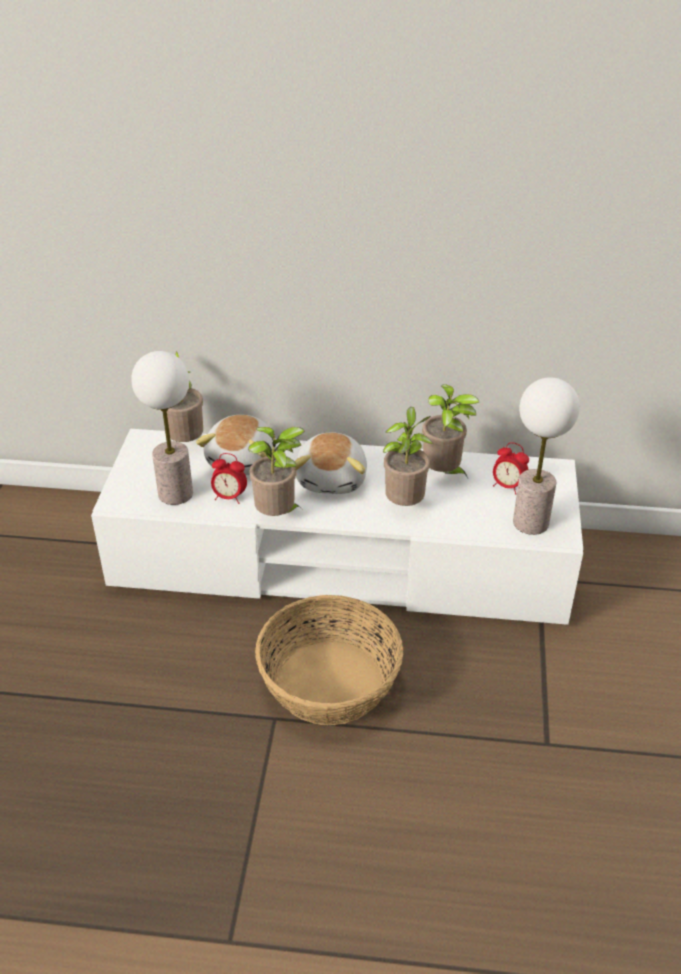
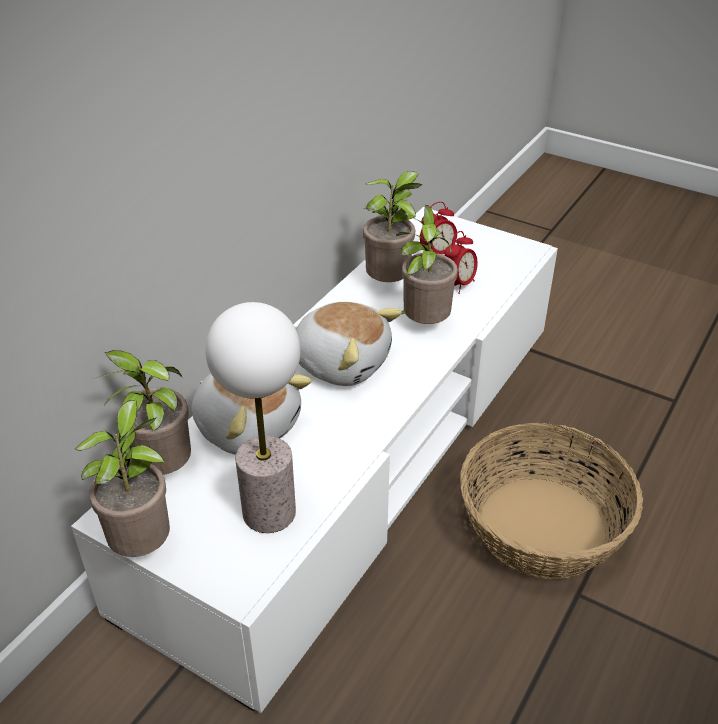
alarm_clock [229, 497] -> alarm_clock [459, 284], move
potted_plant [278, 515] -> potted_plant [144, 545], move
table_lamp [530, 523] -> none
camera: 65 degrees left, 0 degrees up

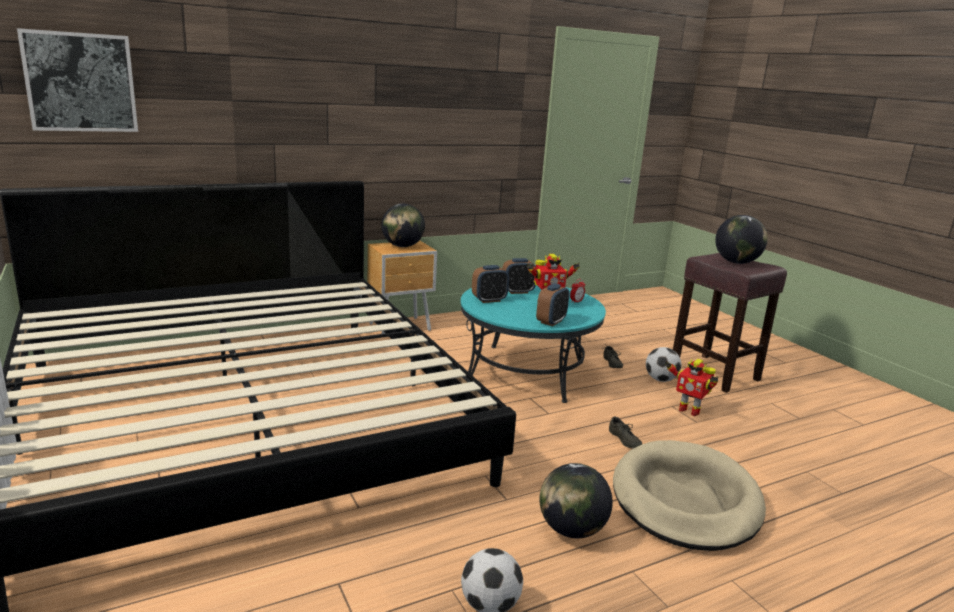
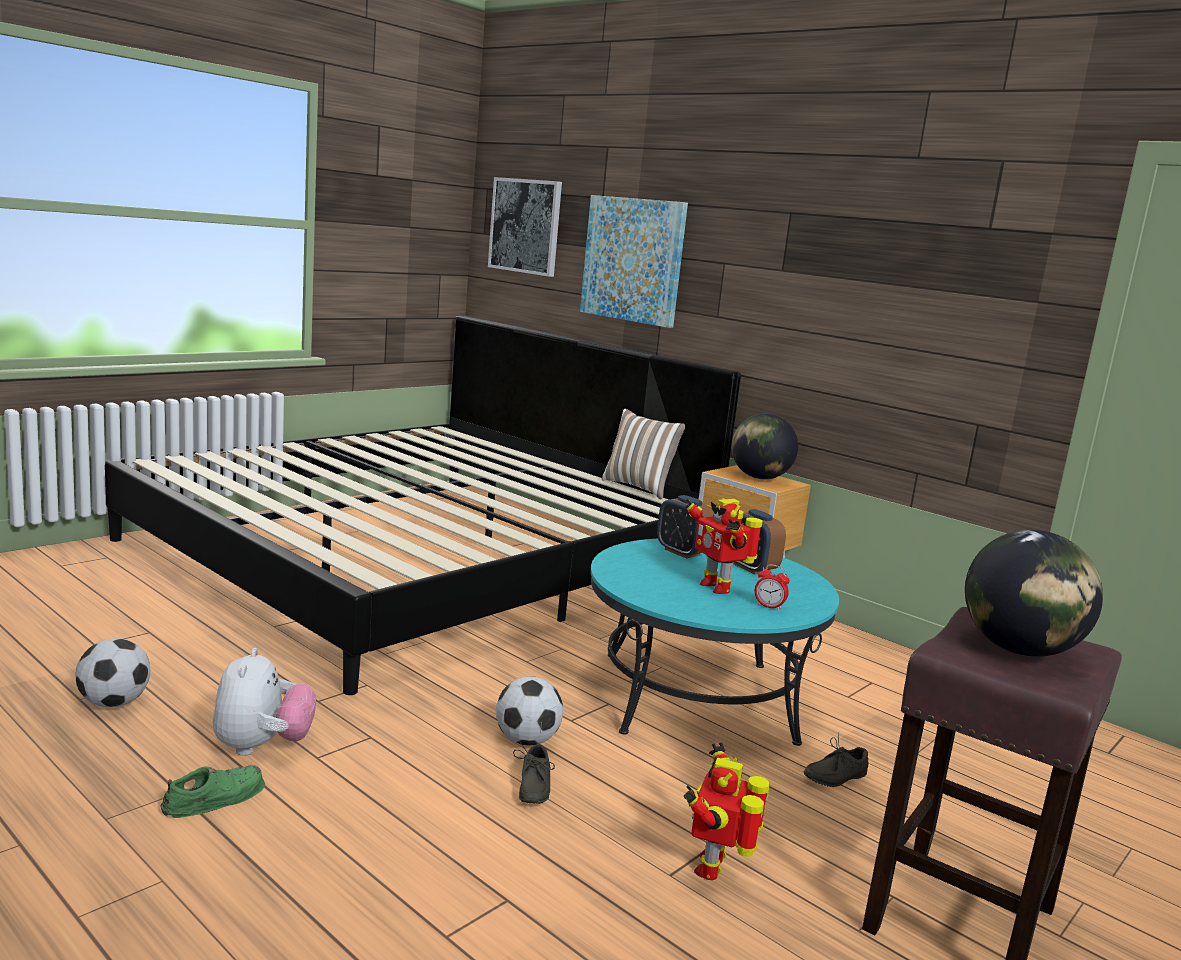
alarm_clock [551, 321] -> none
globe [571, 530] -> plush_toy [262, 746]
grey_shoe [623, 440] -> grey_shoe [531, 787], 45 degrees counterclockwise
beige_dog_bed [685, 500] -> none
football [660, 379] -> football [526, 740], move
none -> green_shoe [215, 798]
none -> picture [633, 260]
none -> pillow [640, 487]
camera: 70 degrees right, 5 degrees down

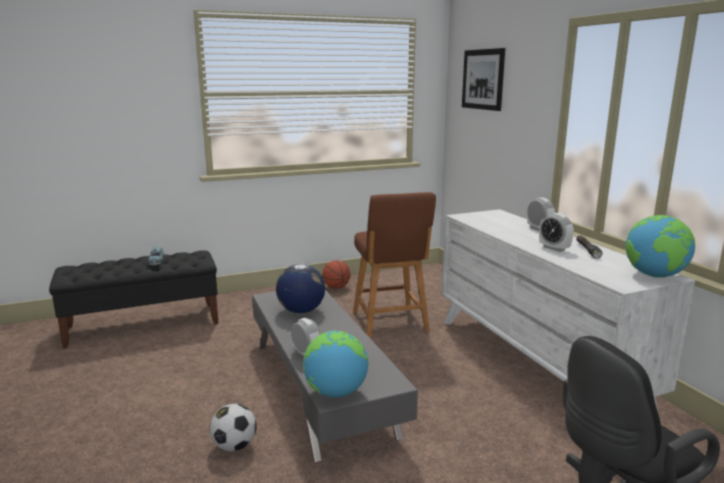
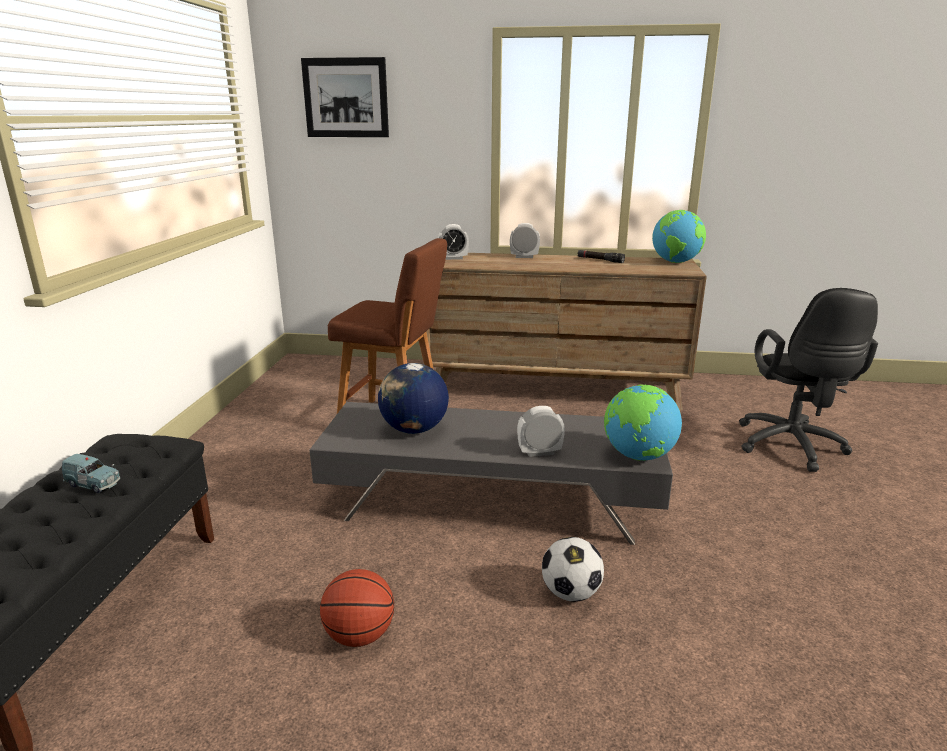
basketball [336, 287] -> basketball [359, 636], move
white_dresser [535, 364] -> brown_dresser [555, 389]
alarm_clock [554, 248] -> alarm_clock [453, 258], move
camera: 60 degrees left, 5 degrees up

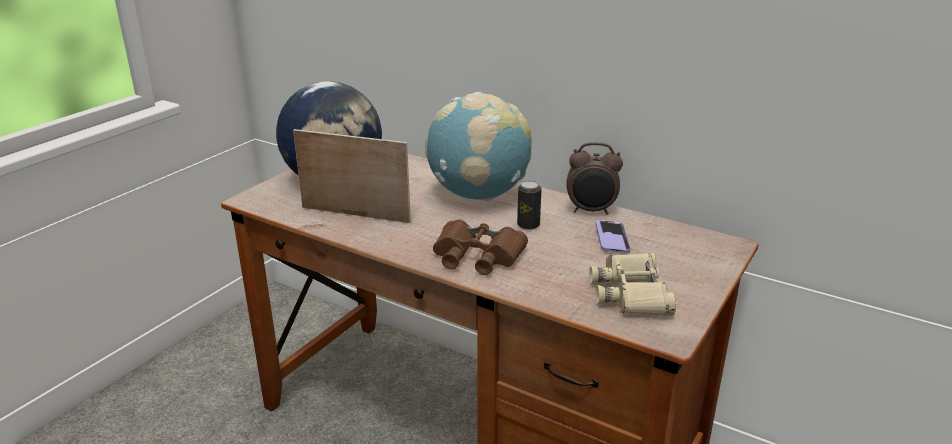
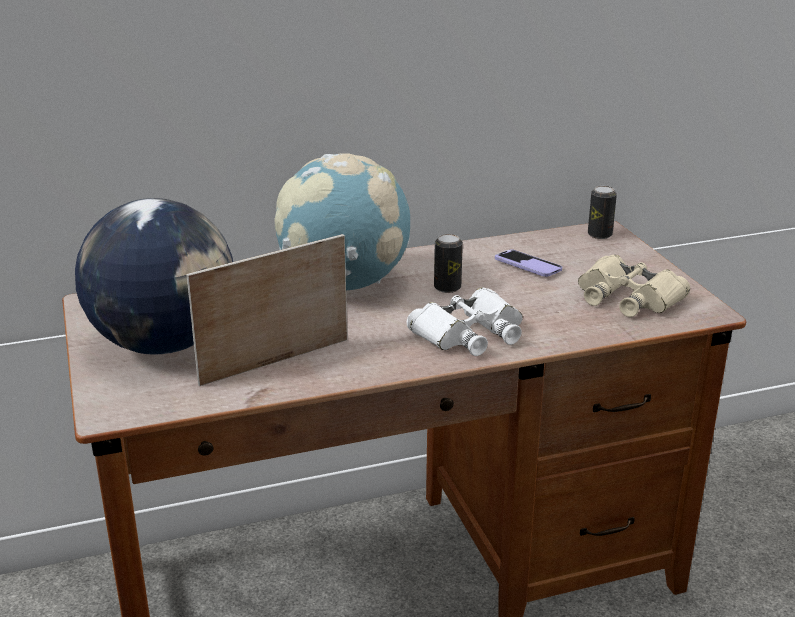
brown_binoculars [477, 255] -> white_binoculars [469, 333]
alarm_clock [591, 211] -> none
none -> can [599, 235]
camera: 50 degrees left, 0 degrees up

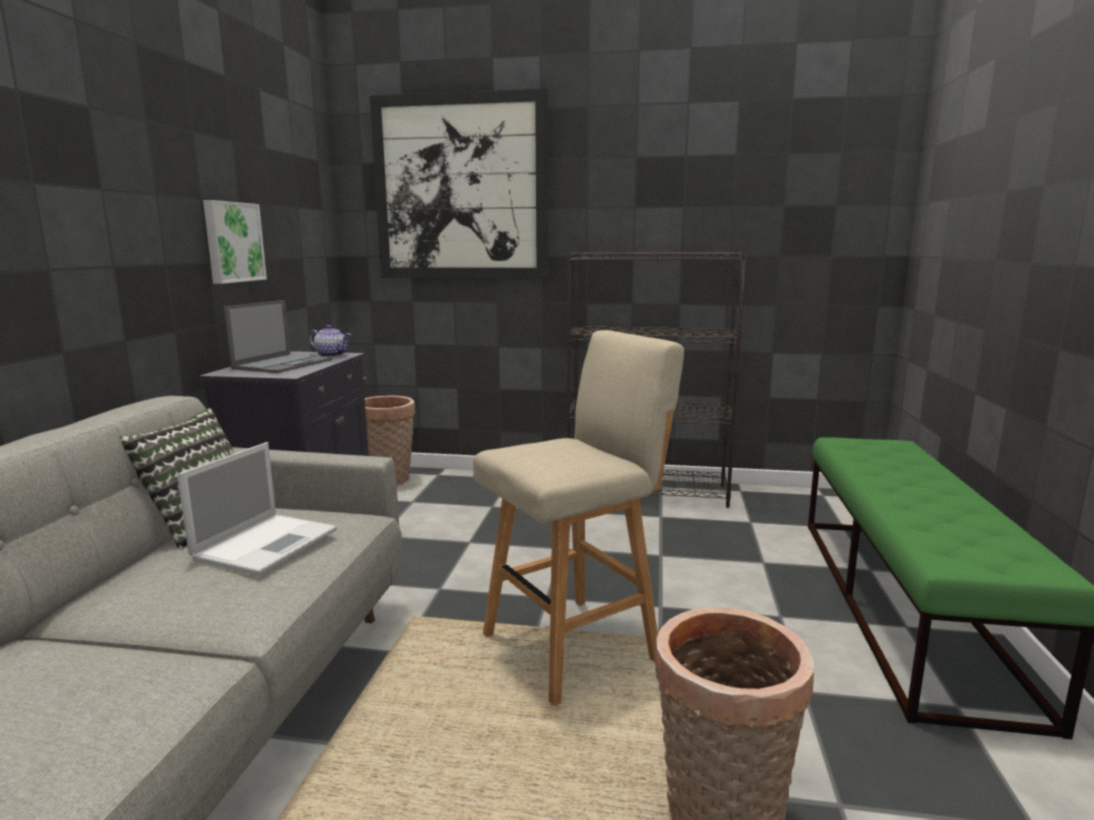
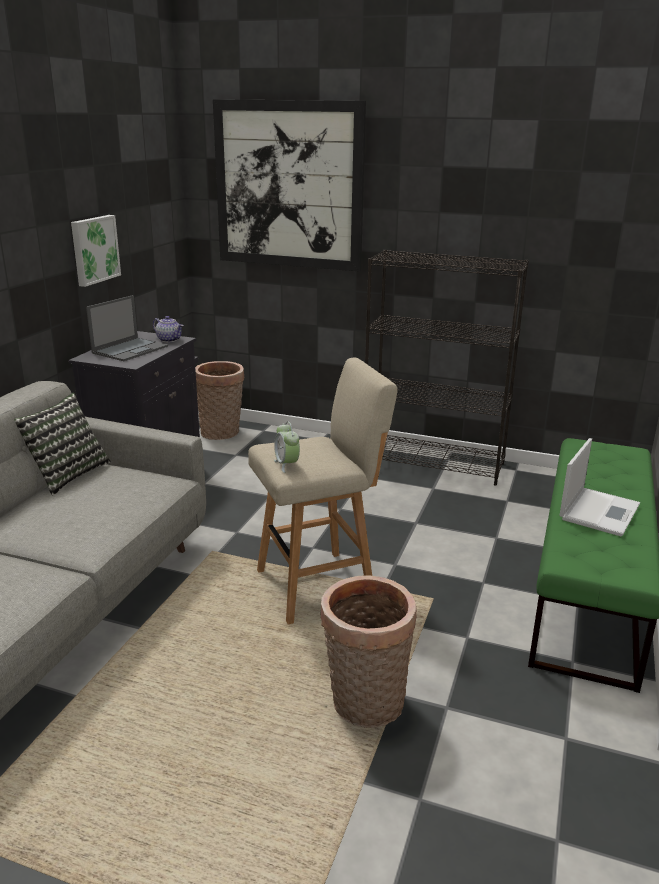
laptop [268, 543] -> laptop [599, 511], move
none -> alarm_clock [287, 465]
camera: 10 degrees right, 10 degrees up

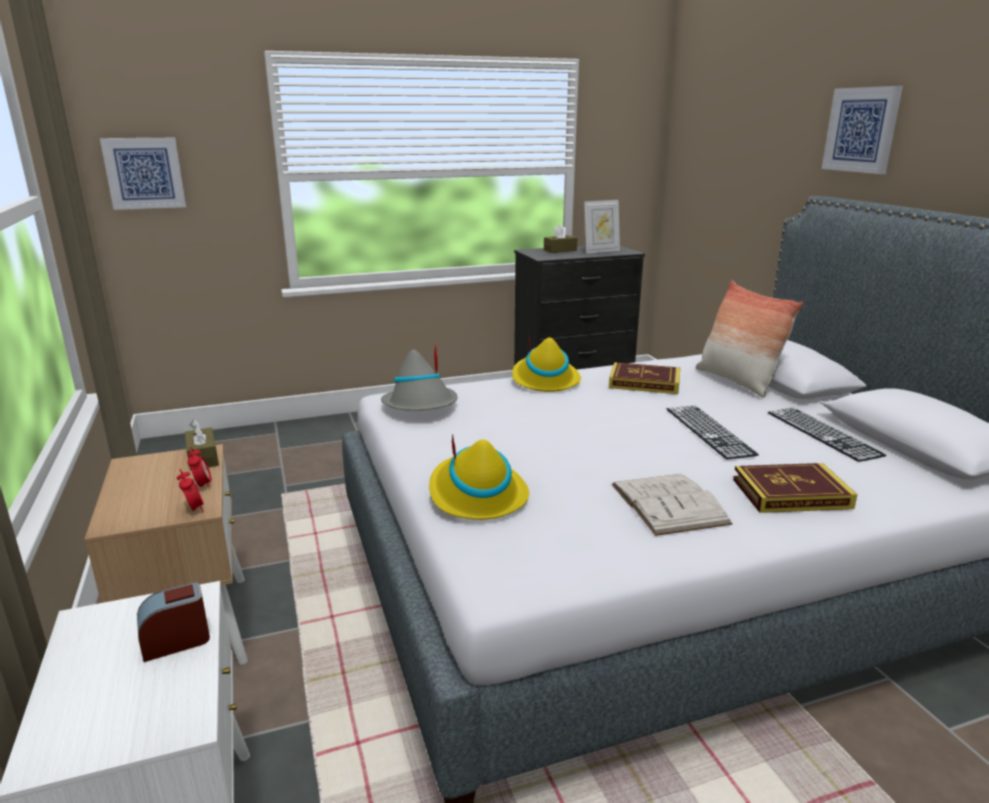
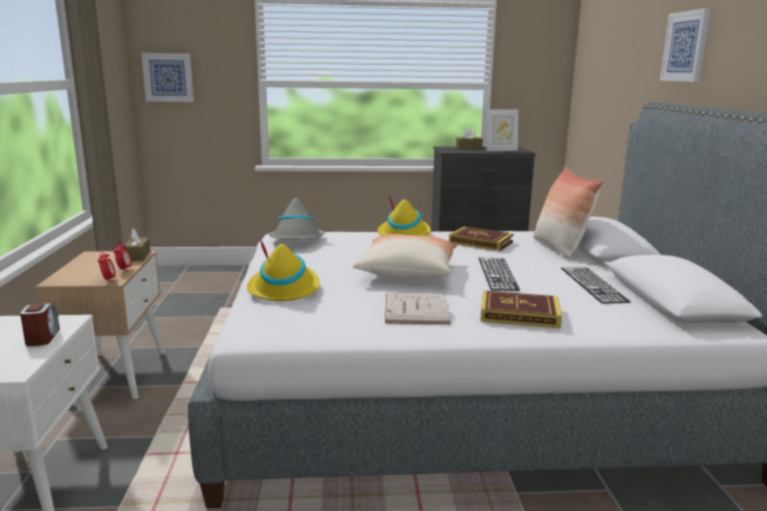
alarm_clock [176, 641] -> alarm_clock [42, 337], 90 degrees clockwise
none -> pillow [407, 272]
camera: 15 degrees right, 5 degrees down

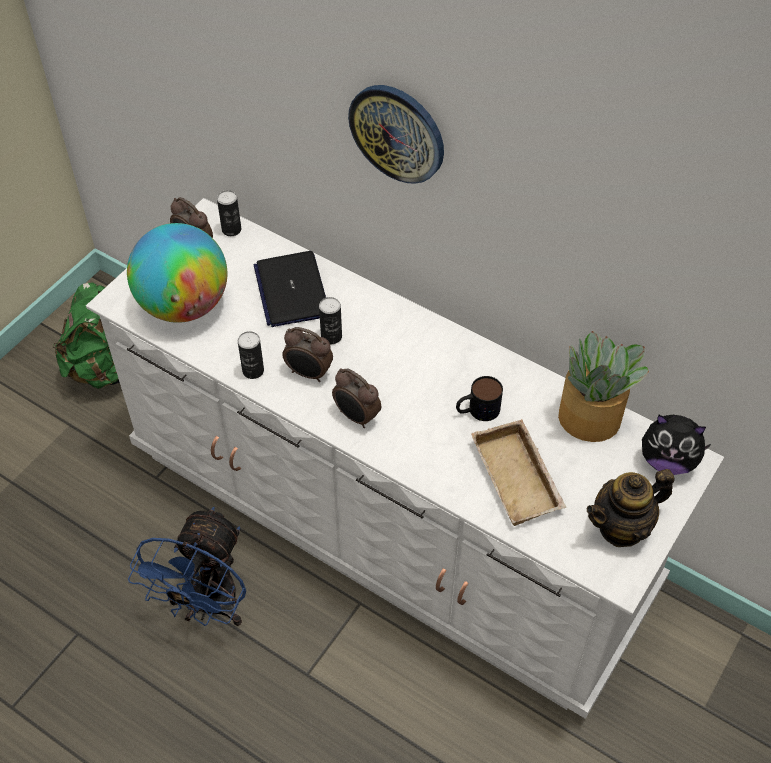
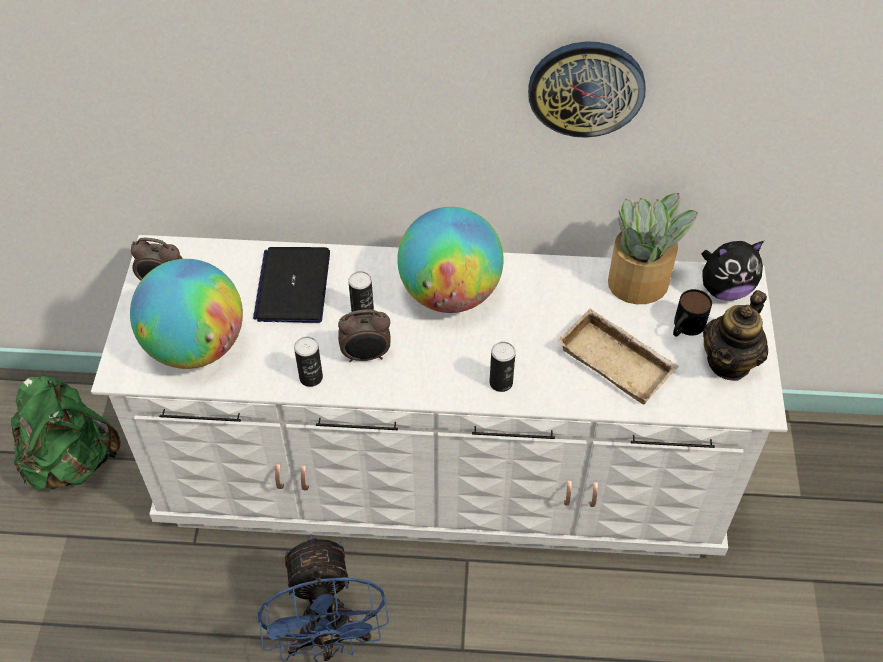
can [231, 229] -> can [501, 382], move
laptop [291, 290] -> laptop [293, 286], 45 degrees clockwise
alarm_clock [356, 417] -> none
wall_clock [397, 133] -> wall_clock [586, 88], move
mug [477, 410] -> mug [685, 328], move
none -> globe [449, 293]
camera: 30 degrees left, 0 degrees up

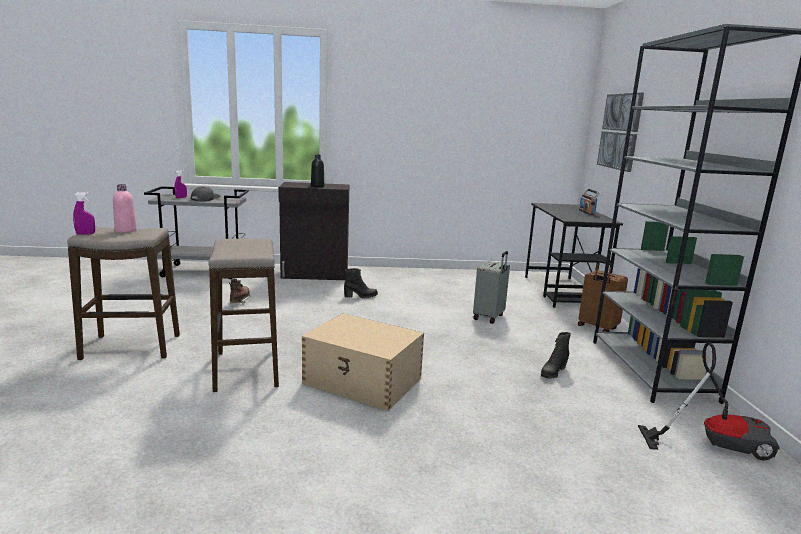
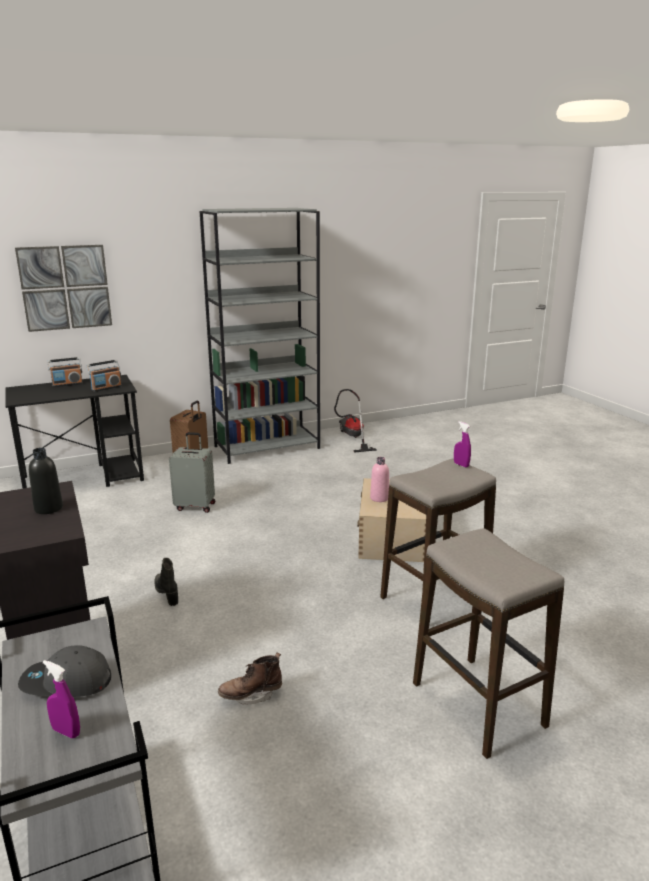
purple_spray_bottle [85, 234] -> purple_spray_bottle [461, 465], move
pink_bottle [125, 230] -> pink_bottle [379, 498], move
black_boot [553, 372] -> none
none -> radio [106, 388]
camera: 110 degrees left, 5 degrees up

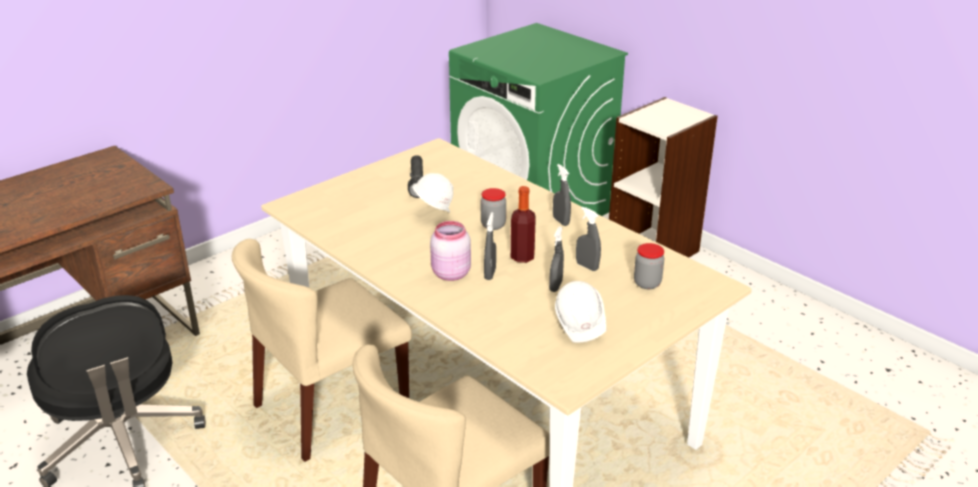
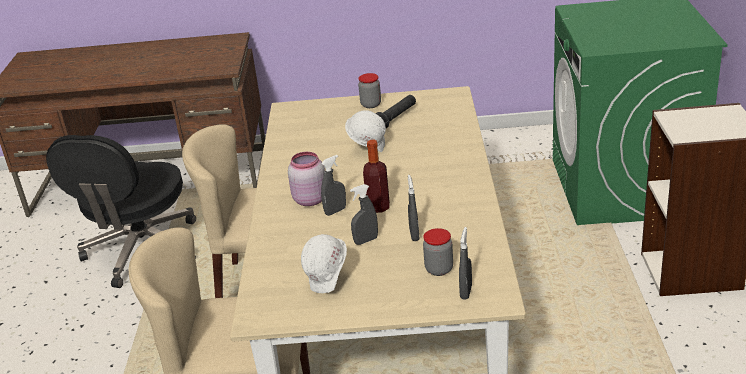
jar [493, 225] -> jar [371, 104], move
grey_spray_bottle [561, 221] -> grey_spray_bottle [466, 292], move
camera: 45 degrees right, 0 degrees up

